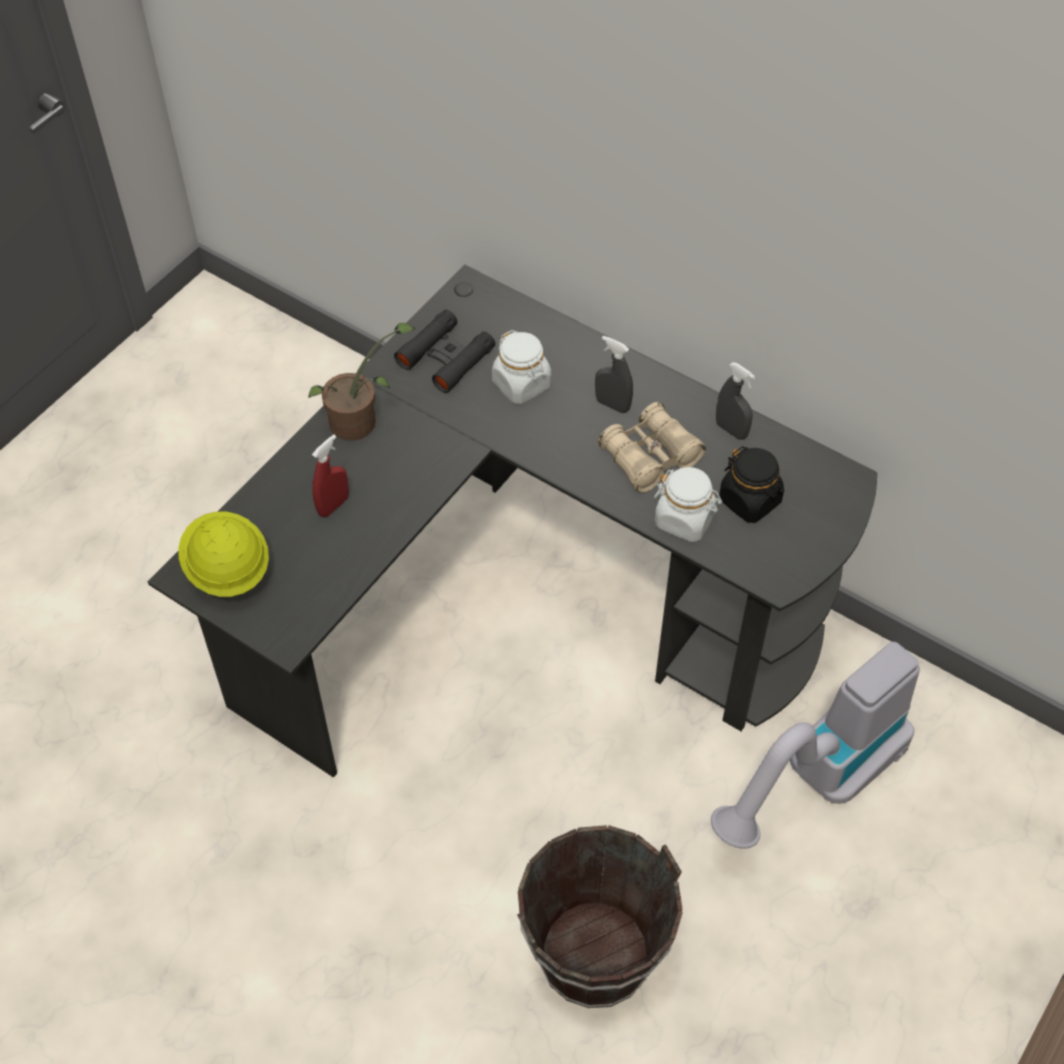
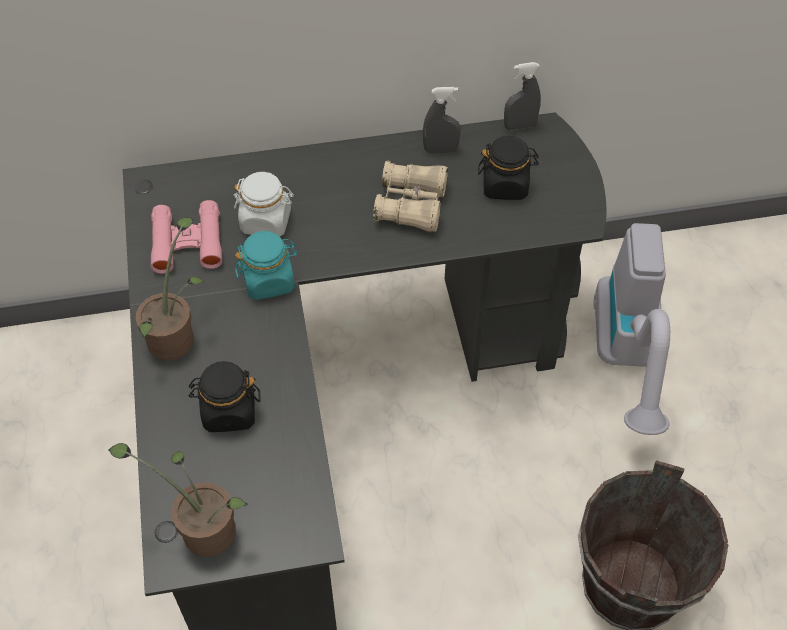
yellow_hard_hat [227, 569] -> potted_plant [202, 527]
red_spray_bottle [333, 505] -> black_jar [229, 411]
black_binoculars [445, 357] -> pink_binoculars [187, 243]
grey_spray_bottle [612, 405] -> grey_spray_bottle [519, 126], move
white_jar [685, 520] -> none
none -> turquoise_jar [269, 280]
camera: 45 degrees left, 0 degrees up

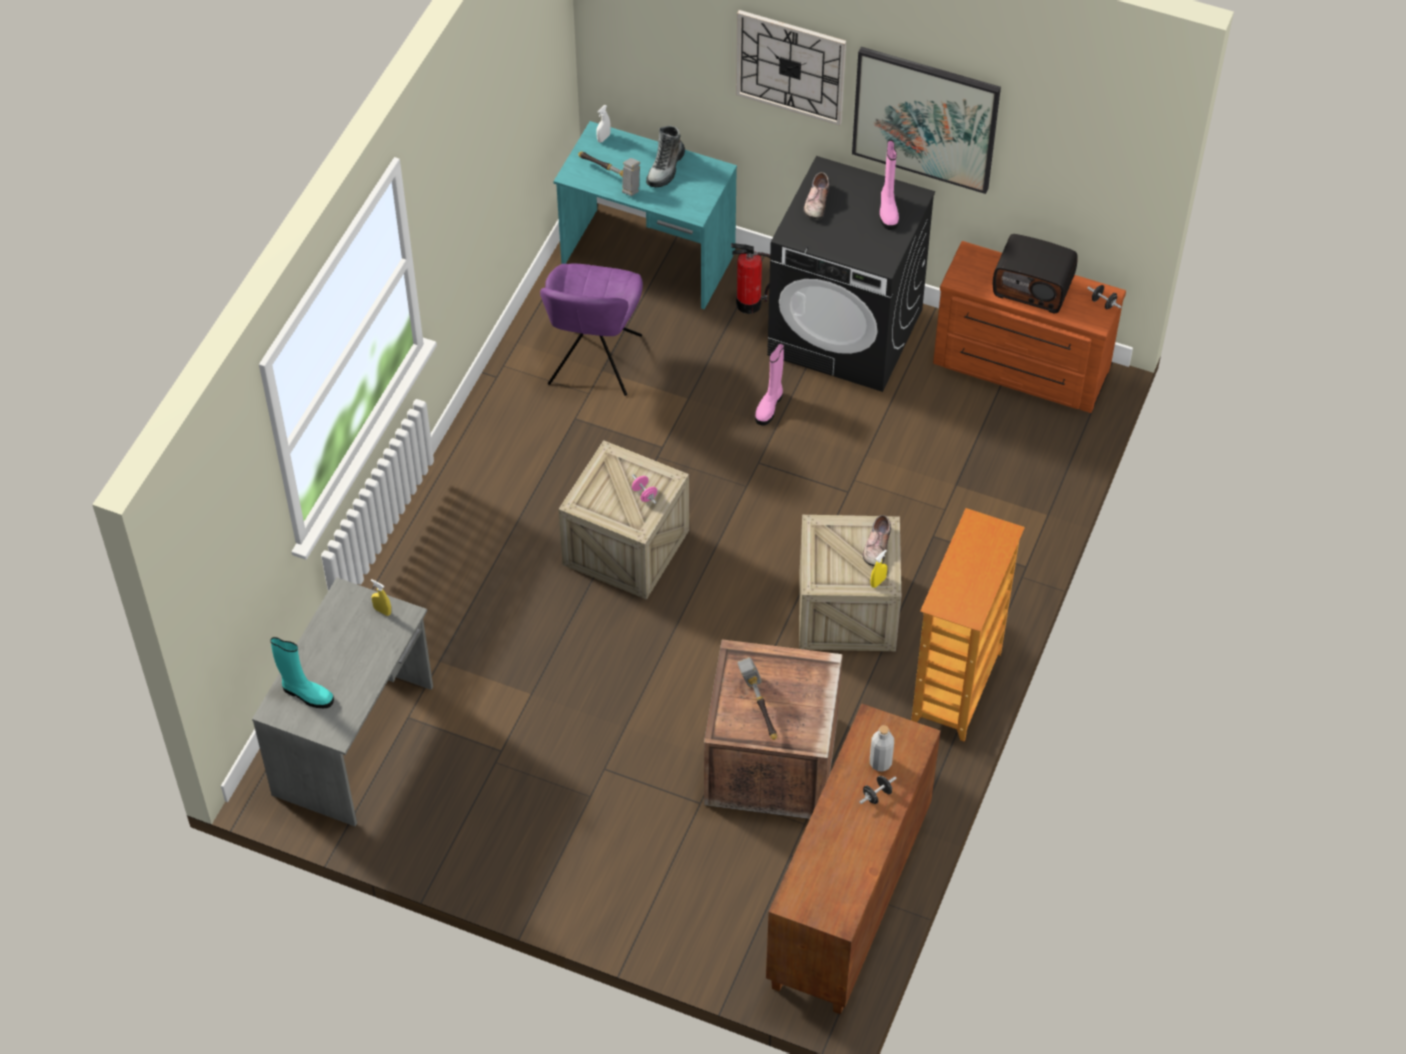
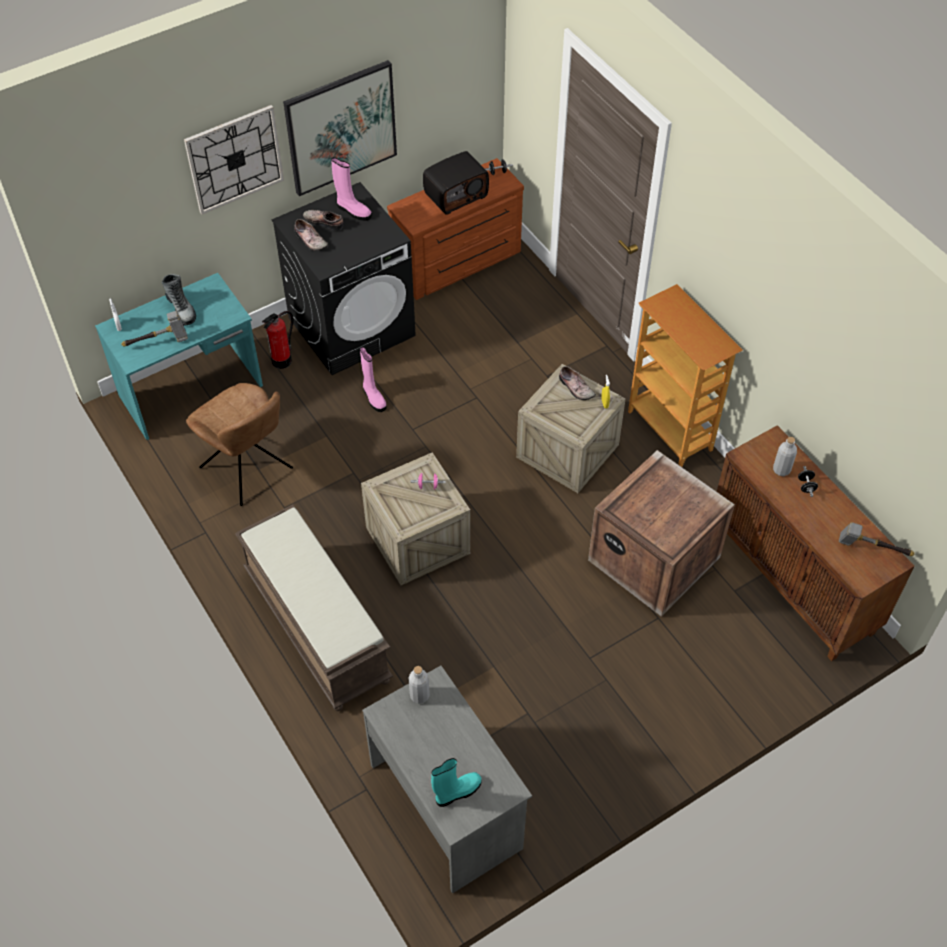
yellow_spray_bottle [382, 611] -> grey_bottle [419, 695]
purple_chair [594, 363] -> brown_chair [248, 470]
hammer [759, 707] -> hammer [871, 549], move
none -> brown_bench [315, 626]
none -> shoe [324, 221]
camera: 55 degrees left, 0 degrees up

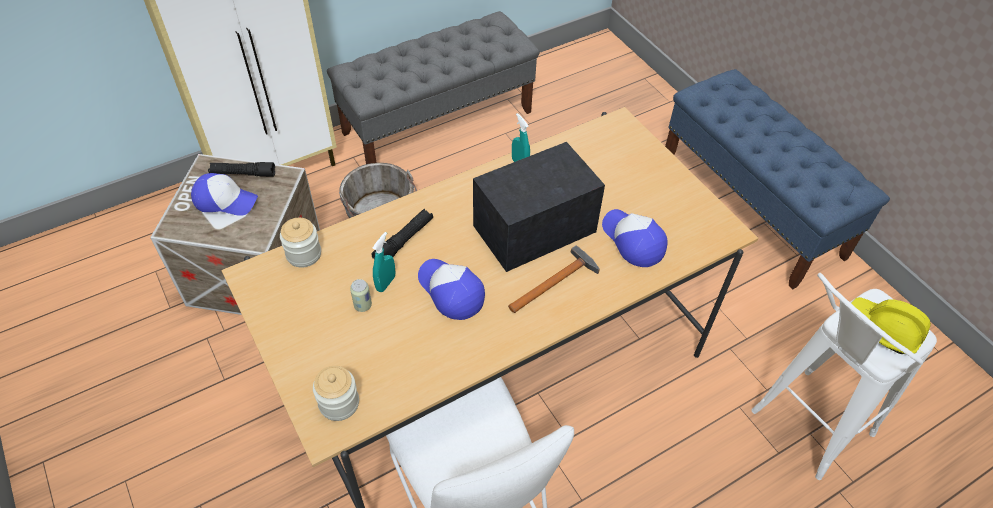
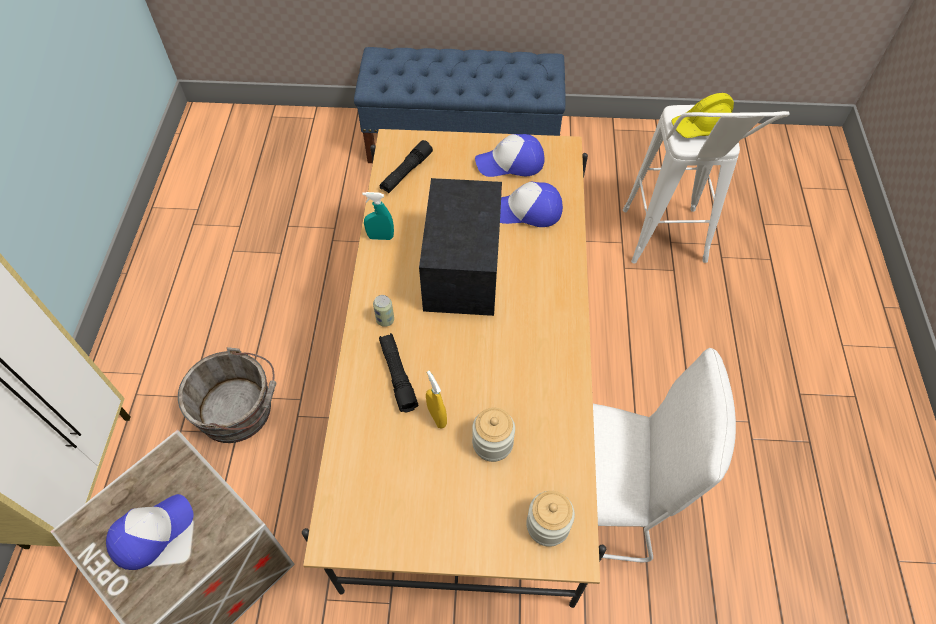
black_flashlight [243, 173] -> black_flashlight [406, 172], move
jar [304, 254] -> jar [492, 443], move
grey_bench [438, 122] -> none
can [363, 305] -> can [385, 320], move
turquoise_spray_bottle [385, 283] -> yellow_spray_bottle [437, 417]
cap [450, 291] -> cap [510, 163], move
hammer [555, 282] -> none
camera: 55 degrees left, 5 degrees up

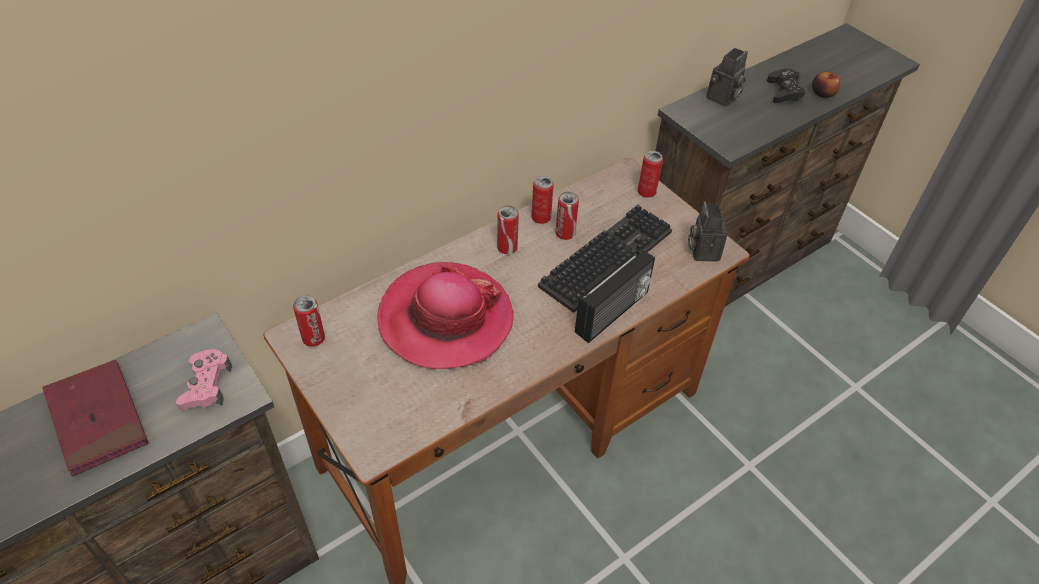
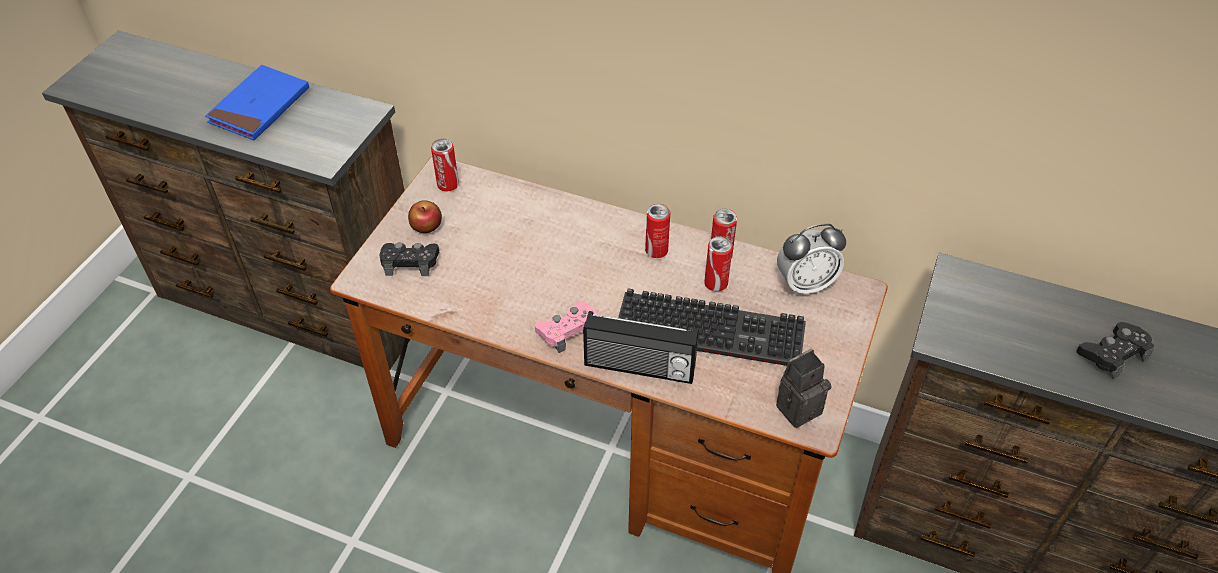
red_book [97, 419] -> blue_book [259, 106]
pink_game_controller [206, 385] -> pink_game_controller [568, 330], move
hat [445, 319] -> none
can [646, 192] -> none
photo_camera [723, 98] -> none
apple [822, 93] -> apple [426, 226], move
none -> black_game_controller [410, 262]
none -> alarm_clock [805, 284]
camera: 60 degrees right, 0 degrees up

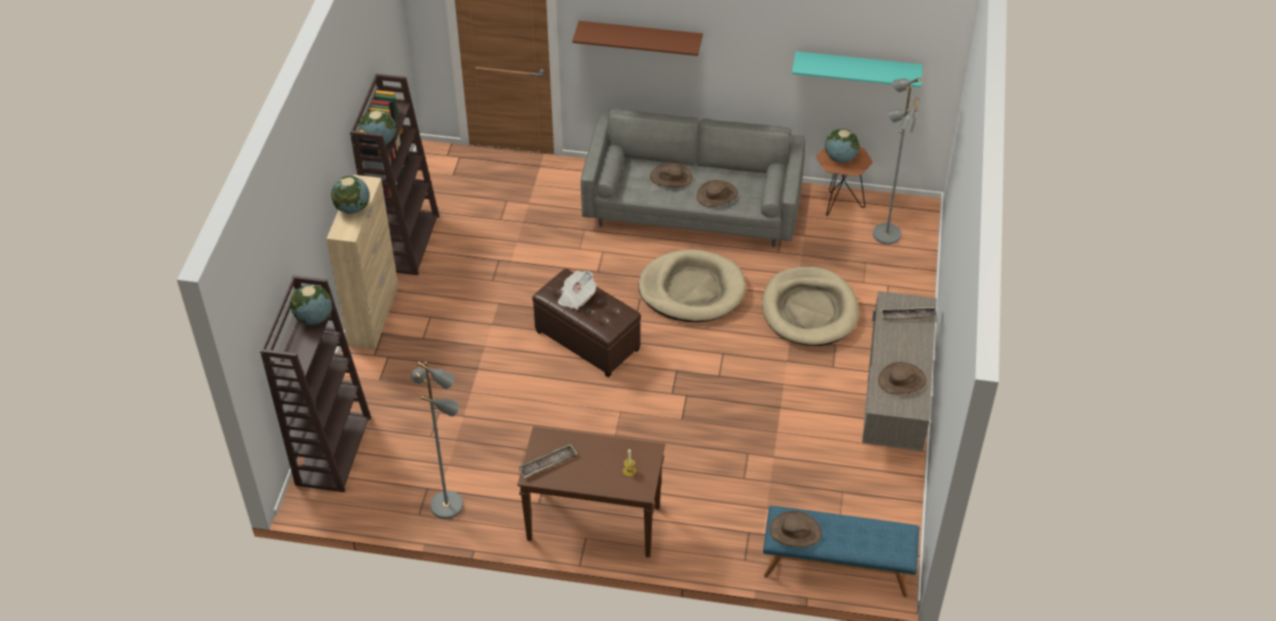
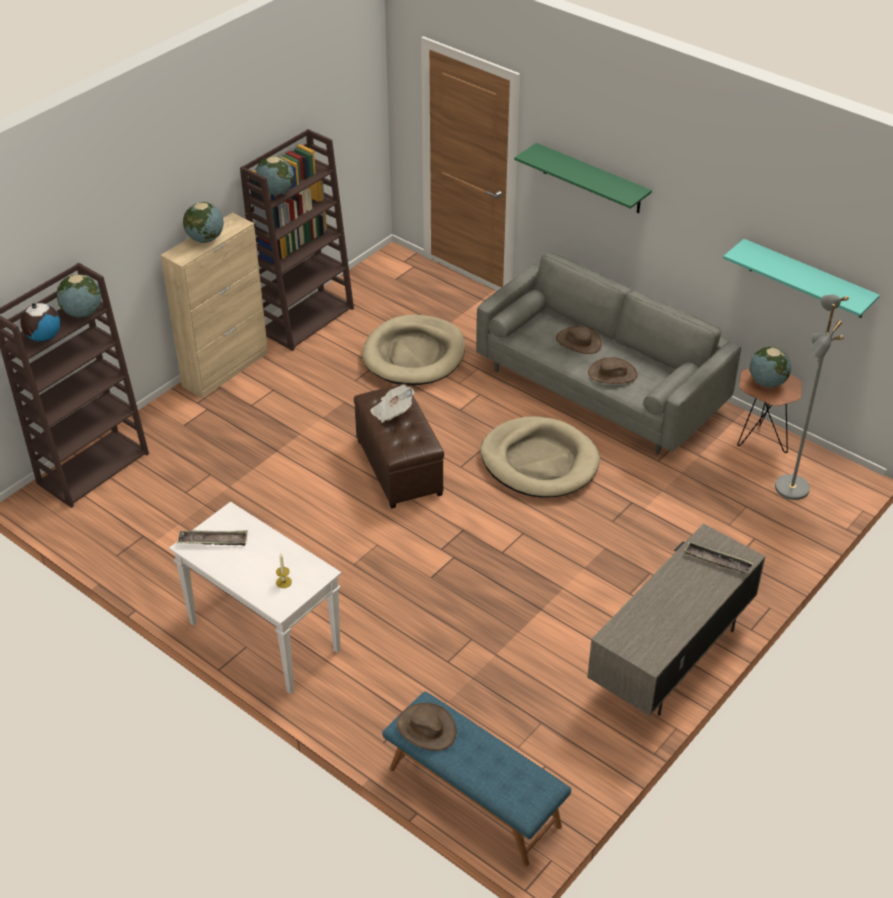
grey_floor_lamp [447, 505] -> none
brown_console_table [592, 524] -> white_console_table [263, 637]
brown_shelf [640, 37] -> green_shelf [591, 179]
beige_dog_bed [809, 310] -> beige_dog_bed [414, 355], move
brown_hat [902, 380] -> none
none -> globe [43, 337]
camera: 30 degrees right, 5 degrees down

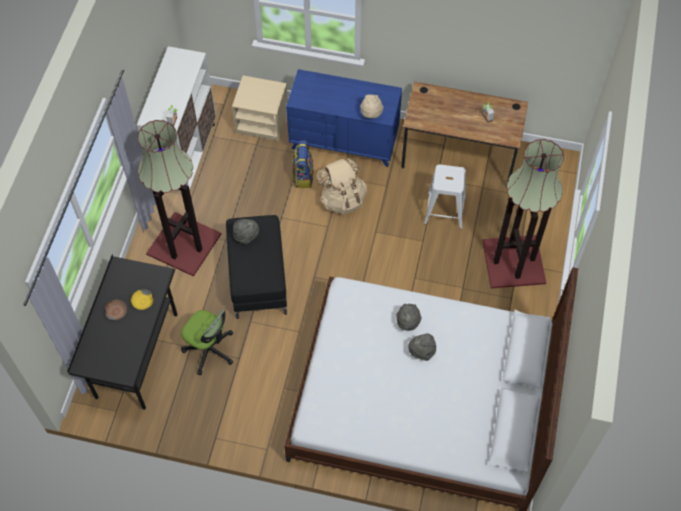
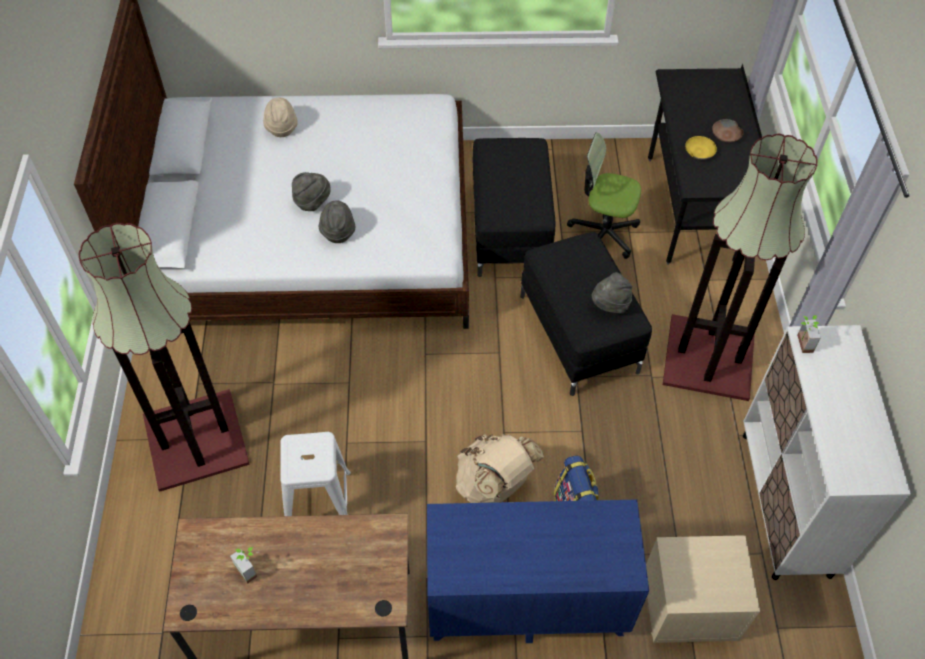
beige_hat [371, 114] -> beige_hat [281, 127], move
none -> black_ottoman [509, 228]
camera: 165 degrees right, 5 degrees down

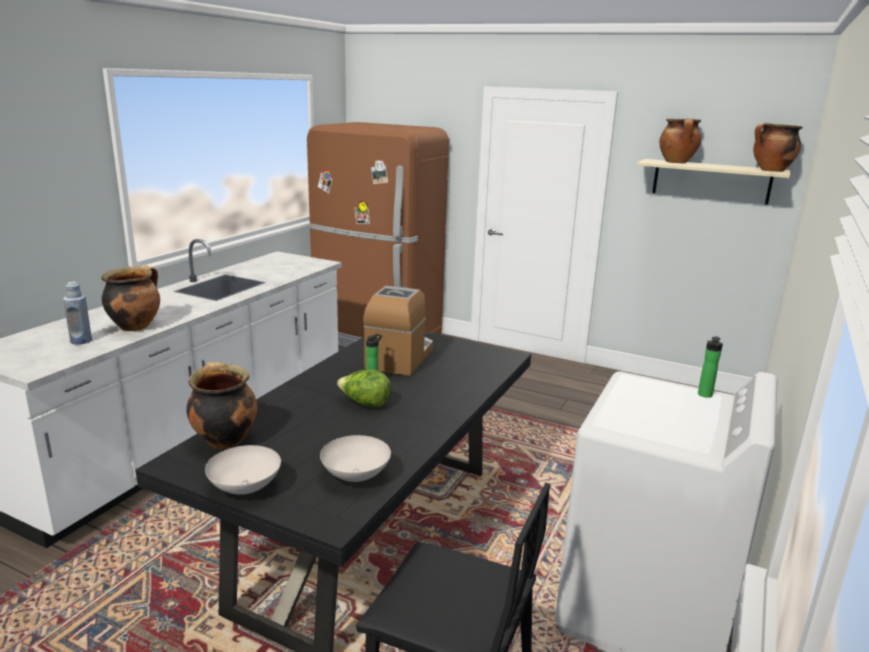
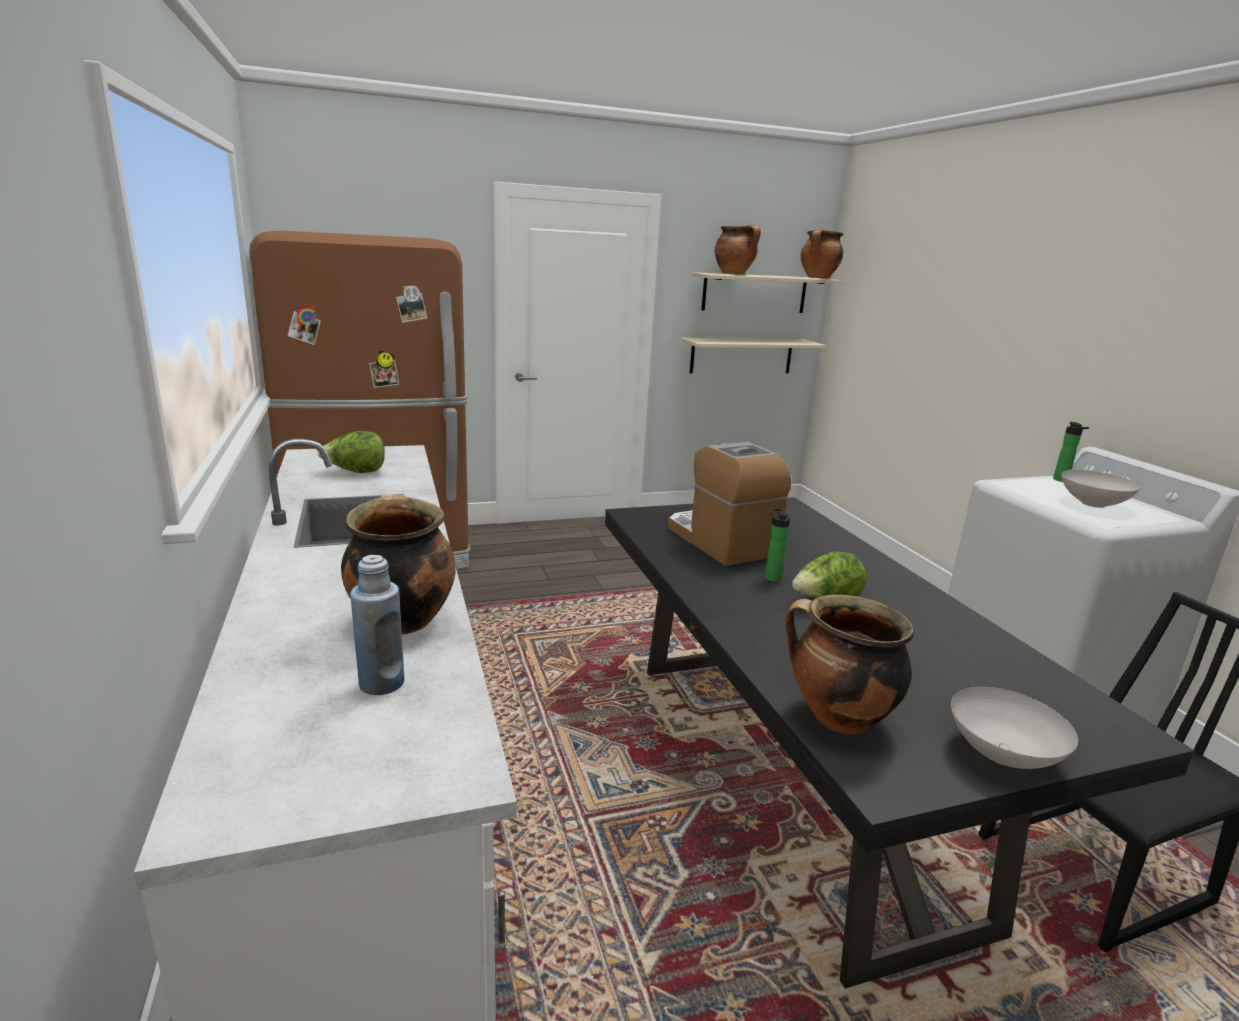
white_bowl [354, 475] -> white_bowl [1092, 504], move
none -> lettuce [356, 472]
none -> beige_shelf [741, 355]
camera: 45 degrees left, 0 degrees up

